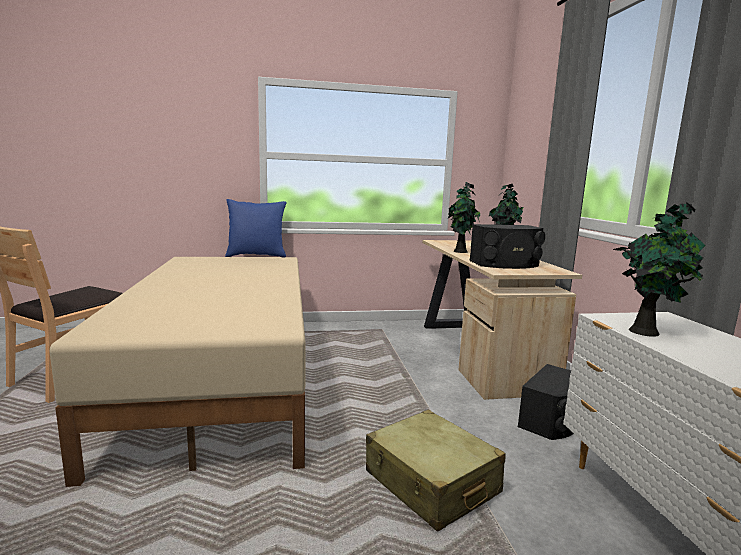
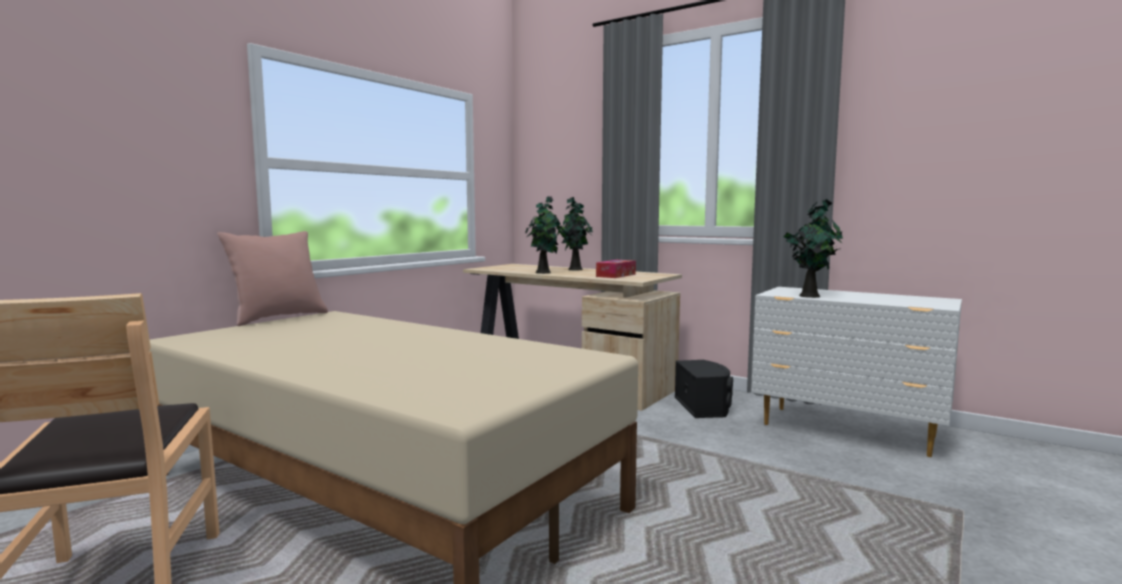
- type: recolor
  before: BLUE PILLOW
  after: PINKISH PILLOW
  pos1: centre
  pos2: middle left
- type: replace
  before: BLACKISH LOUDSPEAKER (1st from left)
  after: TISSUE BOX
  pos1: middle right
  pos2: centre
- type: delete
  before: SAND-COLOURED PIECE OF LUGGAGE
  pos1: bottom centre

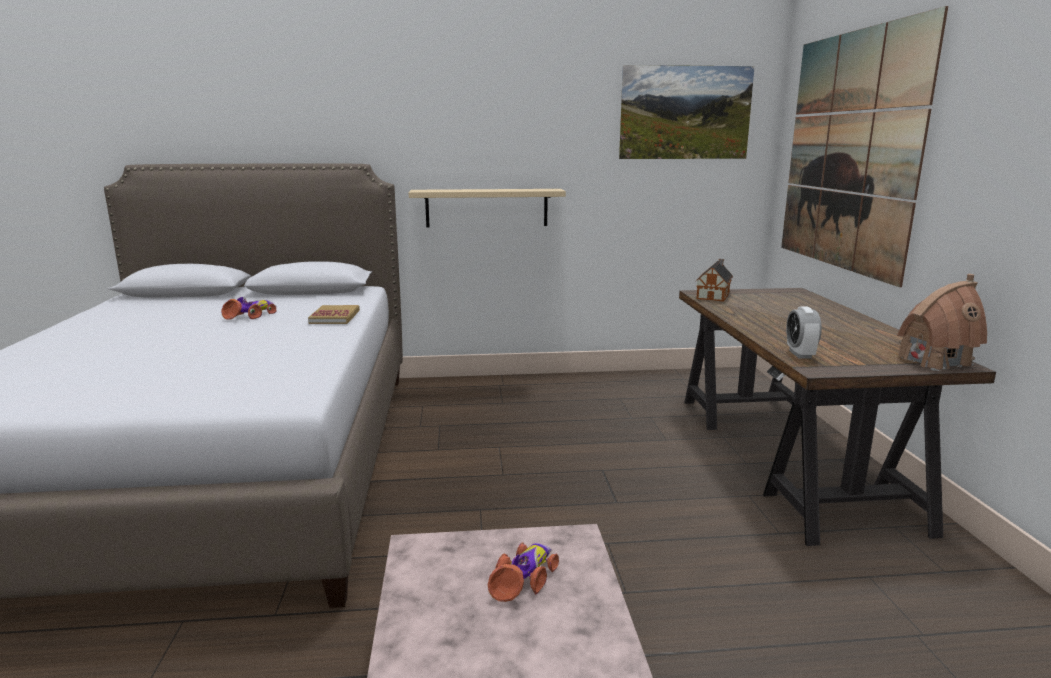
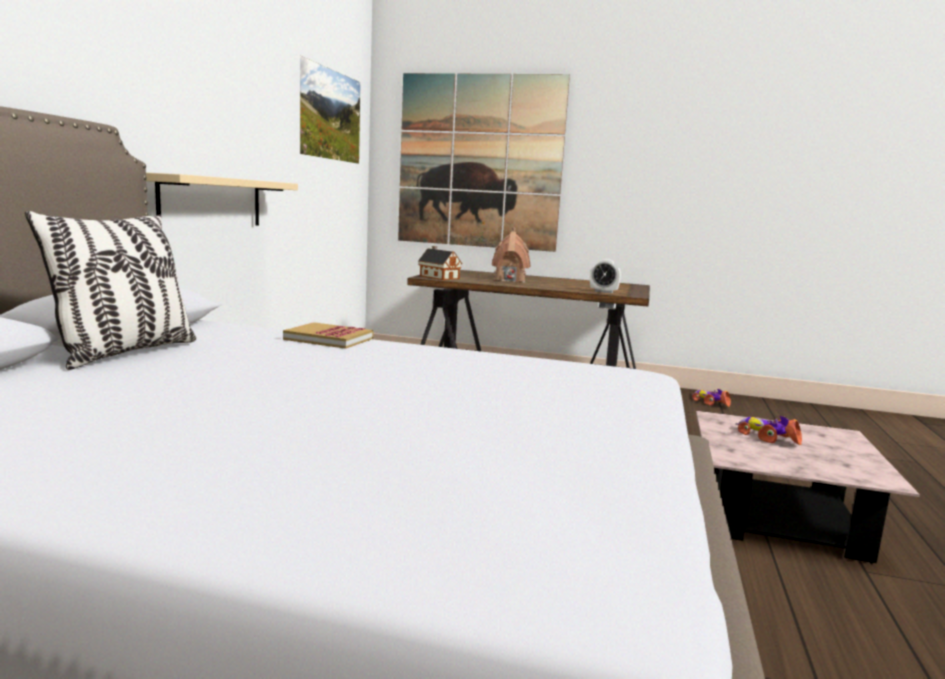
- type: move
  before: MODEL HOUSE (2nd from left)
  pos1: middle right
  pos2: centre
- type: move
  before: MINIATURE CAR (1st from left)
  pos1: middle left
  pos2: middle right
- type: insert
  after: PILLOW
  pos2: middle left

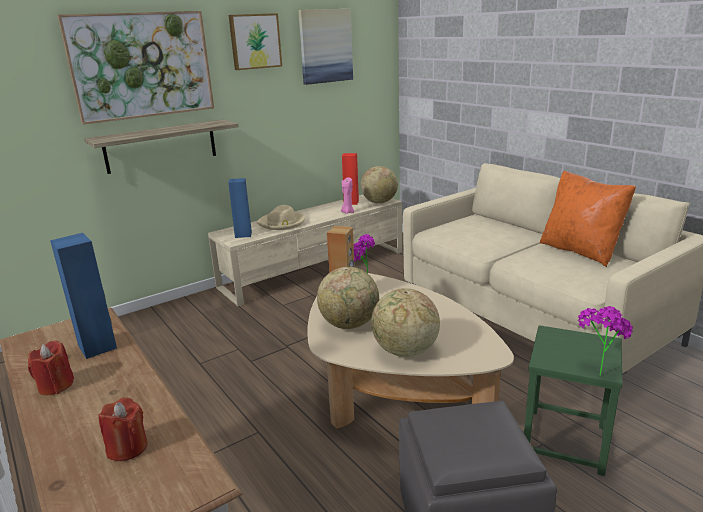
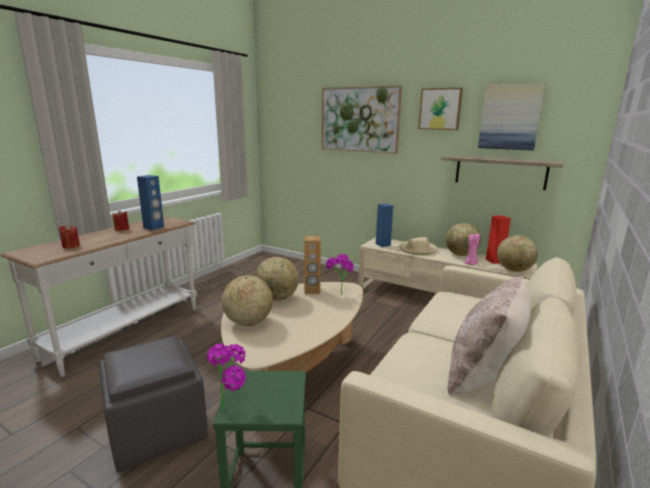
- type: move
  before: SHELF
  pos1: top left
  pos2: middle right
- type: recolor
  before: ORANGE PILLOW
  after: SAND-COLOURED PILLOW
  pos1: middle right
  pos2: bottom right
- type: insert
  after: WORLD GLOBE (3rd from left)
  pos2: middle right

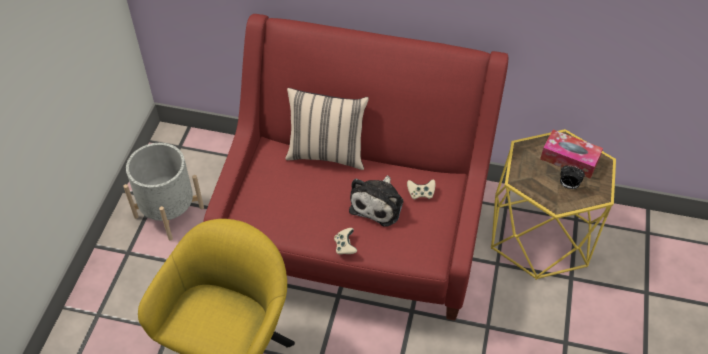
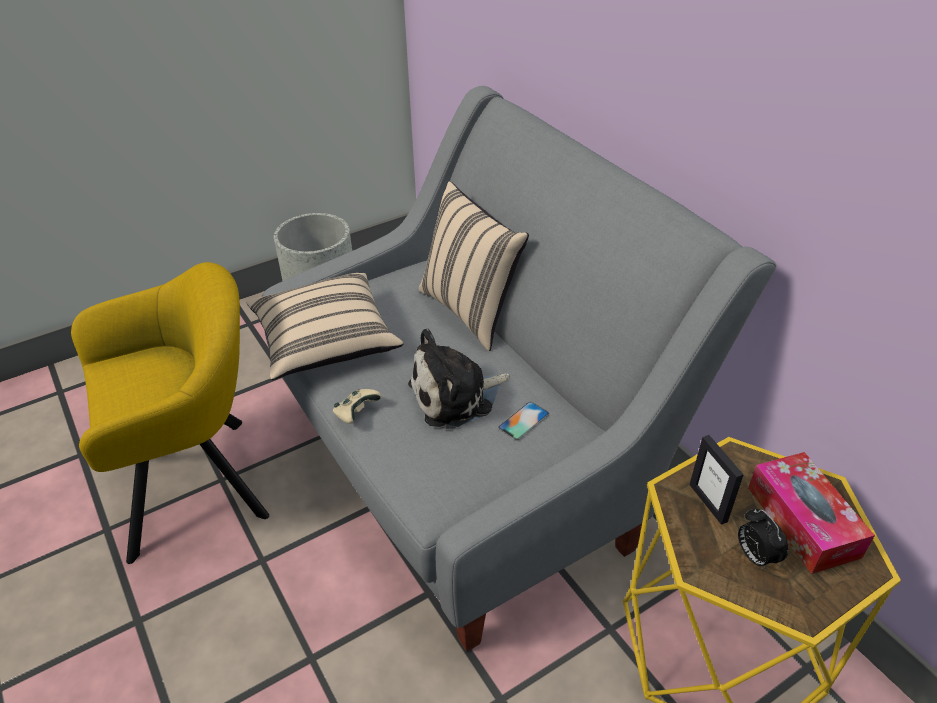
- type: recolor
  before: RED-COLOURED SOFA
  after: GRAY SOFA
  pos1: centre
  pos2: centre
- type: replace
  before: SAND-COLOURED GAMEPAD (2nd from left)
  after: TELEPHONE
  pos1: centre
  pos2: centre
- type: insert
  after: SAND-COLOURED PILLOW (1st from left)
  pos2: centre
- type: insert
  after: PICTURE FRAME
  pos2: bottom right

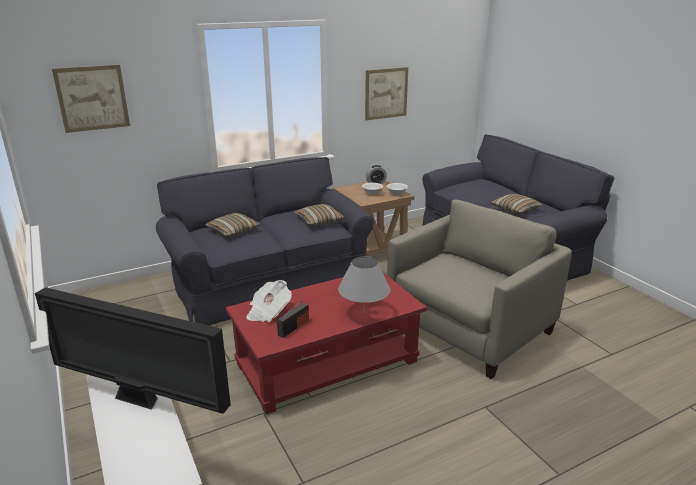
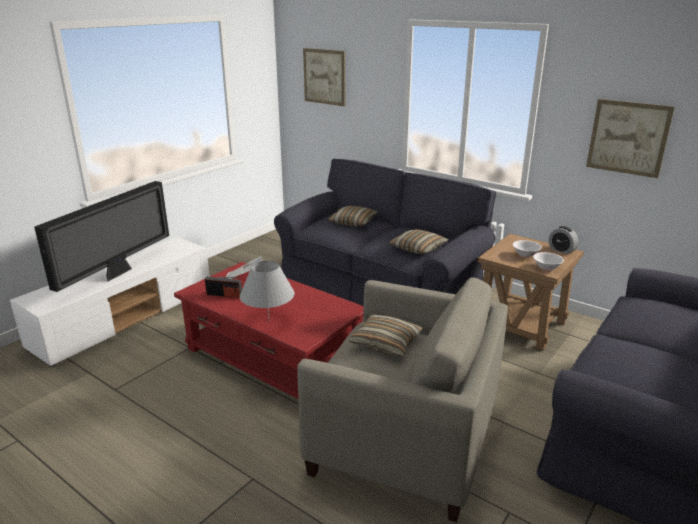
- type: move
  before: PILLOW (3rd from left in the first image)
  after: PILLOW (2nd from left)
  pos1: middle right
  pos2: centre
- type: rotate
  before: TELEVISION
  pos1: bottom left
  pos2: middle left
  turn: -150

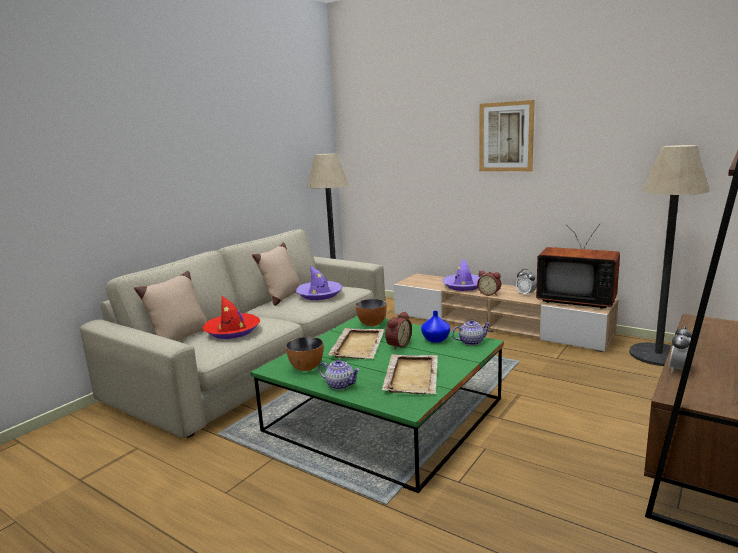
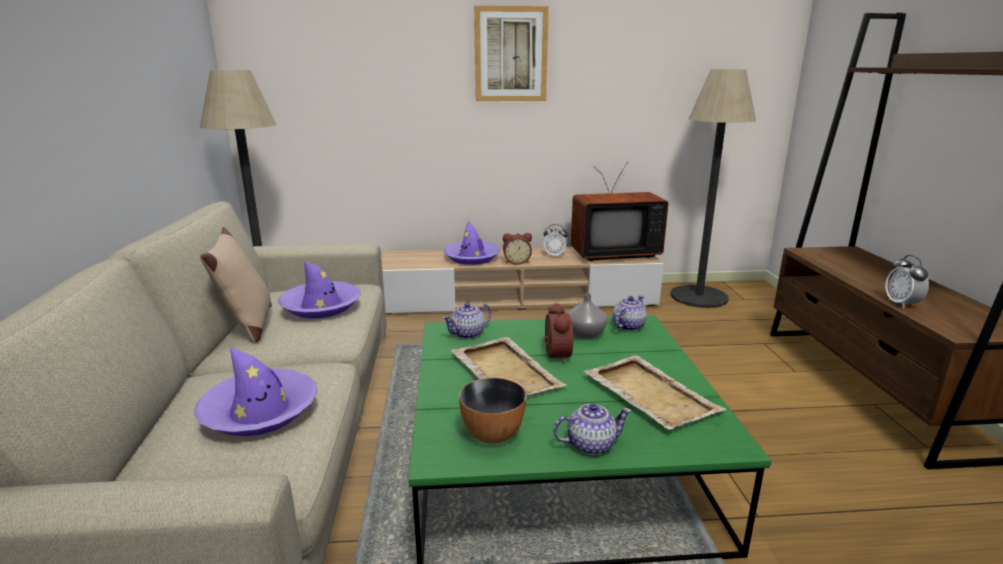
- type: delete
  before: SAND-COLOURED PILLOW (1st from left)
  pos1: middle left
- type: recolor
  before: RED-COLOURED HAT
  after: PURPLISH HAT (1st from left)
  pos1: middle left
  pos2: bottom left
- type: replace
  before: BOWL (2nd from left)
  after: POT FOR TEA (1st from left)
  pos1: centre
  pos2: centre
- type: recolor
  before: BLUE FLOWER VASE
  after: GRAY FLOWER VASE
  pos1: centre
  pos2: centre

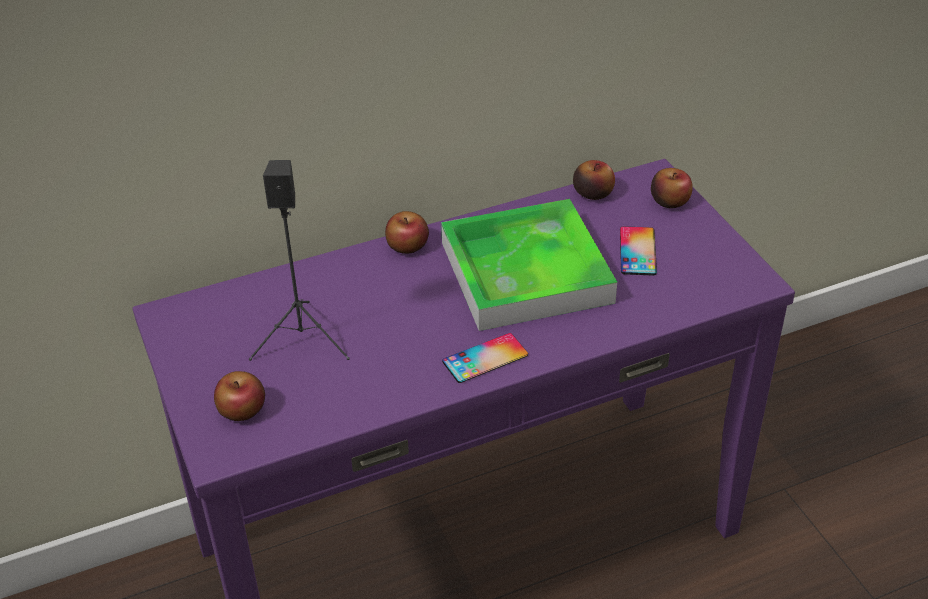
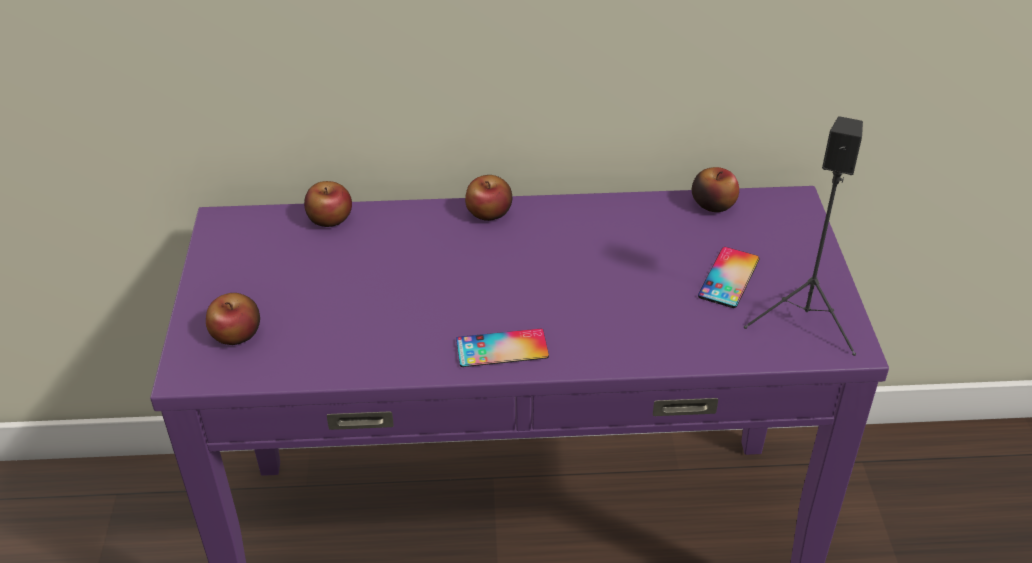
- type: move
  before: BLACKISH LOUDSPEAKER
  pos1: middle left
  pos2: middle right
- type: move
  before: WHOLE APPLE (4th from left in the first image)
  after: WHOLE APPLE (2nd from left)
  pos1: top right
  pos2: middle left
- type: delete
  before: TRAY
  pos1: centre

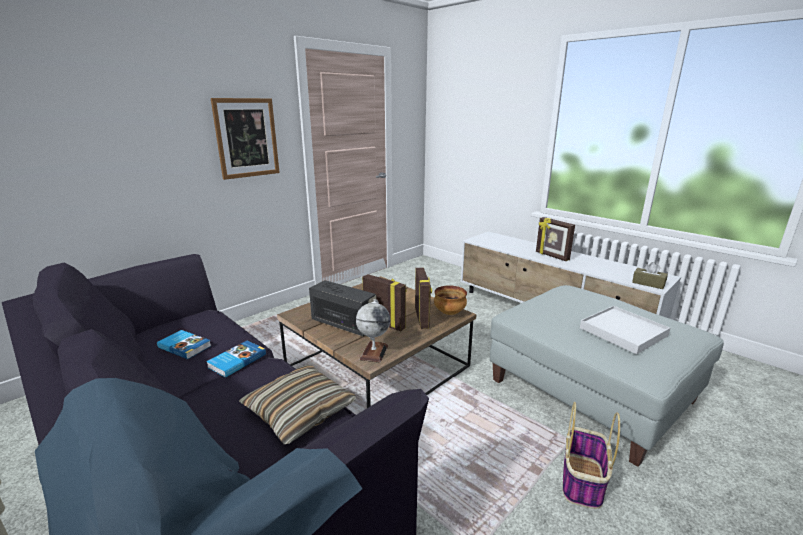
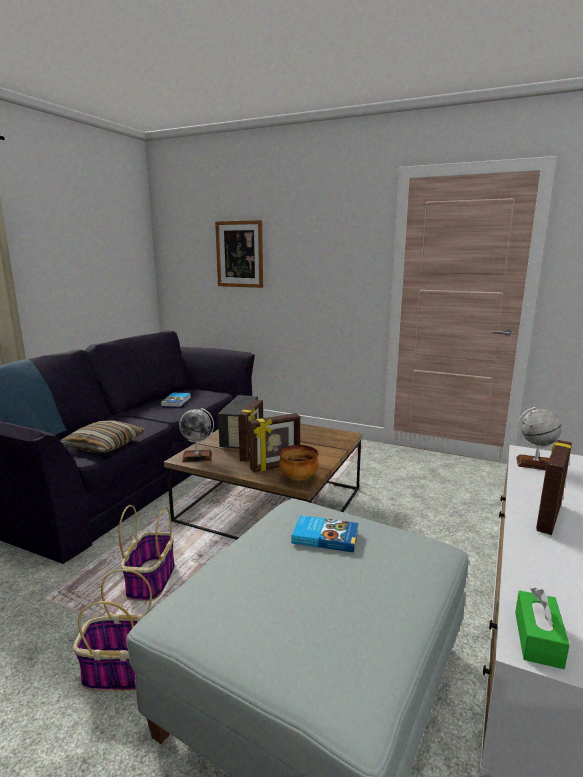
- type: move
  before: PICTURE
  pos1: top left
  pos2: top centre
- type: recolor
  before: BROWN TISSUE BOX
  after: GREEN TISSUE BOX
  pos1: middle right
  pos2: bottom right
- type: delete
  before: WHITISH TRAY
  pos1: middle right
- type: move
  before: VOLUME (2nd from left)
  pos1: bottom left
  pos2: bottom centre
- type: insert
  after: WORLD GLOBE (2nd from left)
  pos2: middle right
- type: insert
  after: HOUSEHOLD BASKET (2nd from left)
  pos2: bottom left

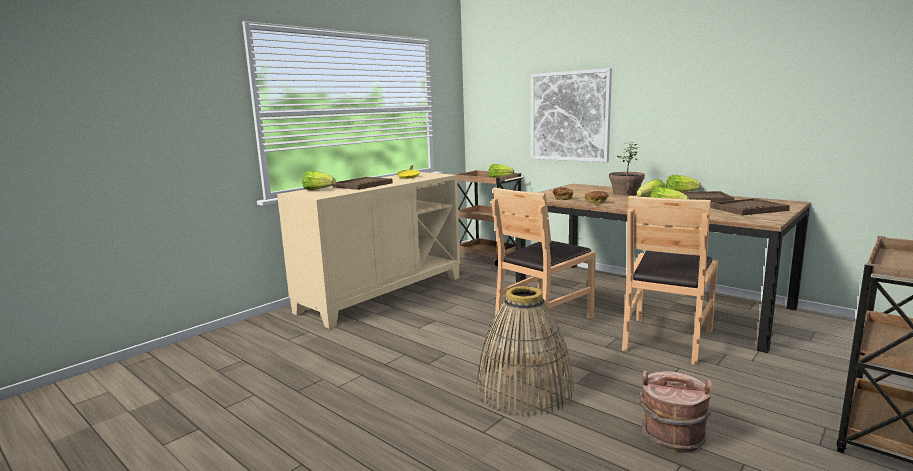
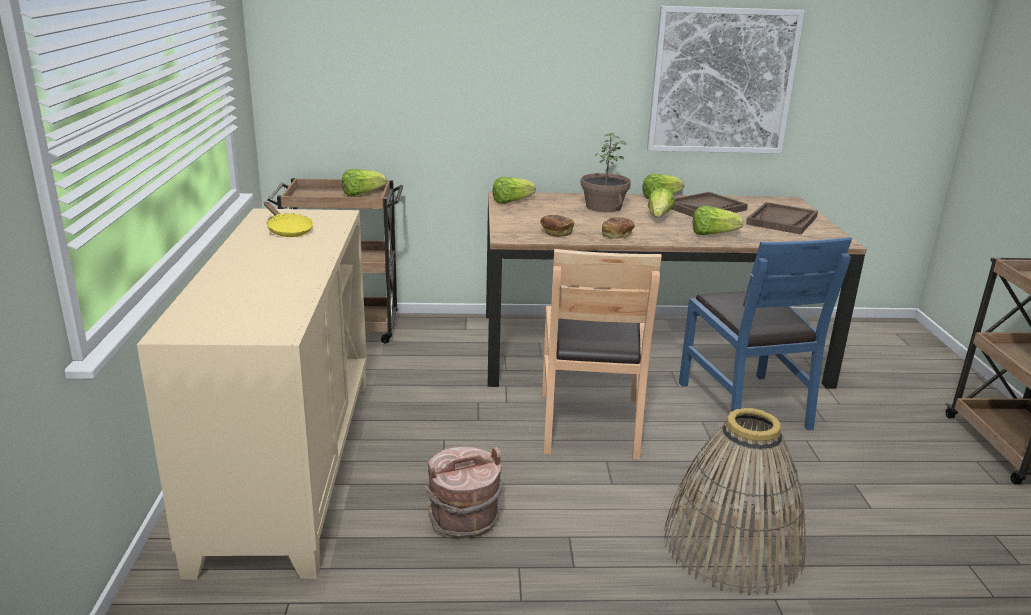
- type: move
  before: PICTURE
  pos1: top centre
  pos2: top right
- type: move
  before: HEAD OF LETTUCE (1st from left in the first image)
  after: HEAD OF LETTUCE (2nd from left)
  pos1: centre
  pos2: top centre
- type: delete
  before: BROWN TRAY (1st from left)
  pos1: centre
- type: recolor
  before: BROWN CHAIR (2nd from left)
  after: BLUE CHAIR
  pos1: middle right
  pos2: middle right
- type: move
  before: BROWN WATER BUCKET
  pos1: bottom right
  pos2: bottom centre

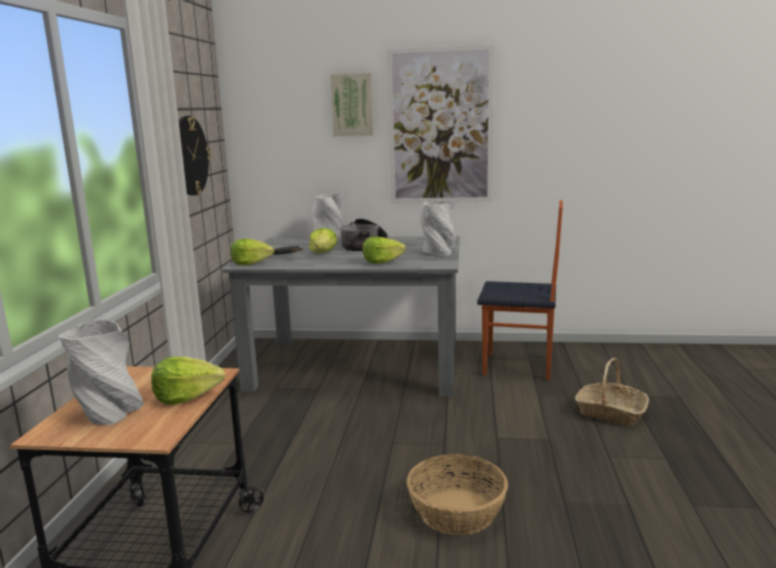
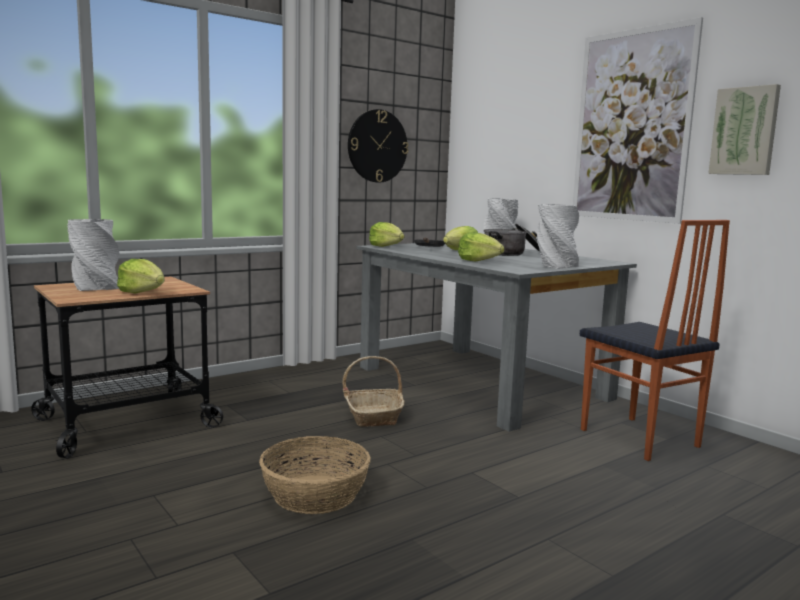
- type: move
  before: PICTURE (1st from left in the first image)
  after: PICTURE (2nd from left)
  pos1: top centre
  pos2: top right
- type: move
  before: HOUSEHOLD BASKET (2nd from left)
  pos1: bottom right
  pos2: centre

